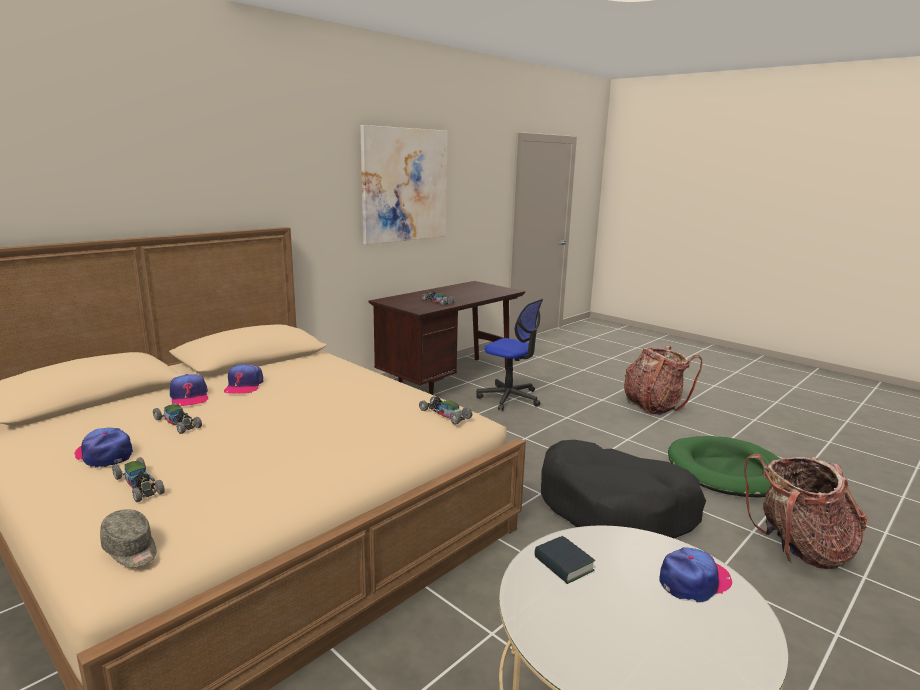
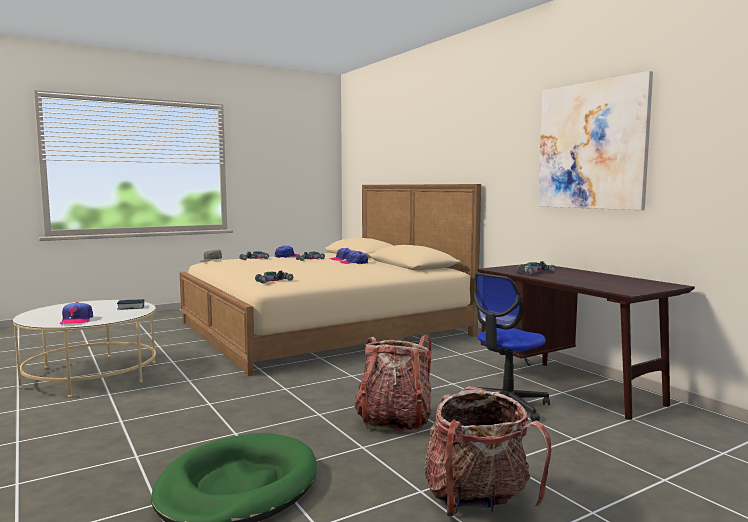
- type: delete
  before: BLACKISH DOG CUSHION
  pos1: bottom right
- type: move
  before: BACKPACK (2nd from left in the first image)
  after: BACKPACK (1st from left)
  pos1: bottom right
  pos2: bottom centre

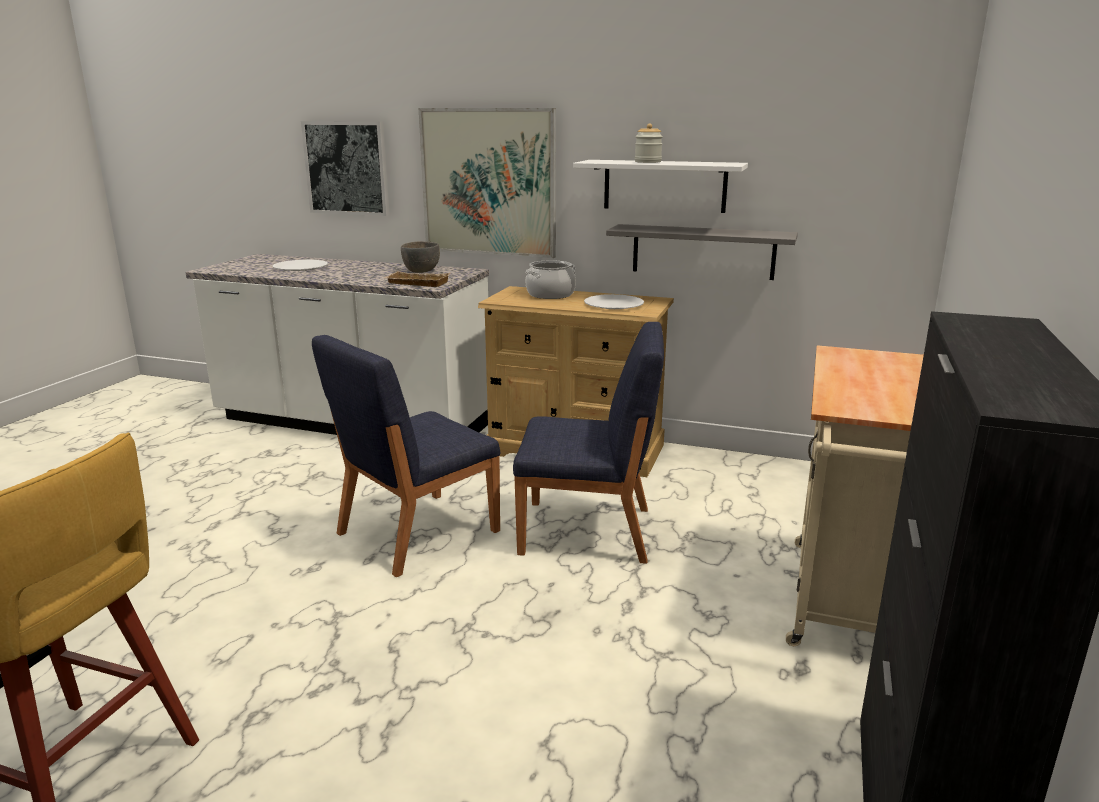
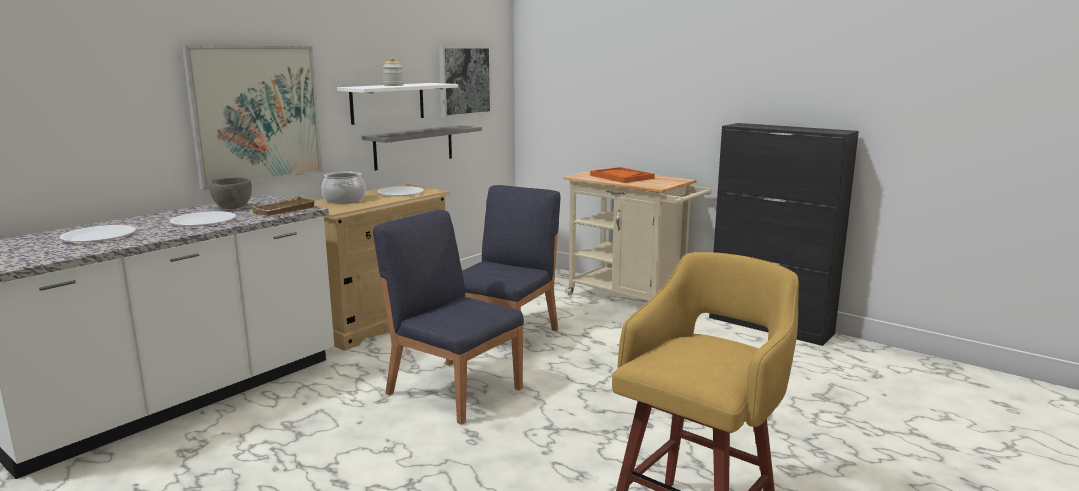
- type: move
  before: PICTURE (1st from left in the first image)
  after: PICTURE (2nd from left)
  pos1: top left
  pos2: top centre
- type: rotate
  before: BLUE CHAIR (1st from left)
  pos1: centre
  pos2: centre
  turn: 150
- type: insert
  after: ORANGE TRAY
  pos2: centre
- type: insert
  after: WHITISH PLATE (2nd from left)
  pos2: middle left

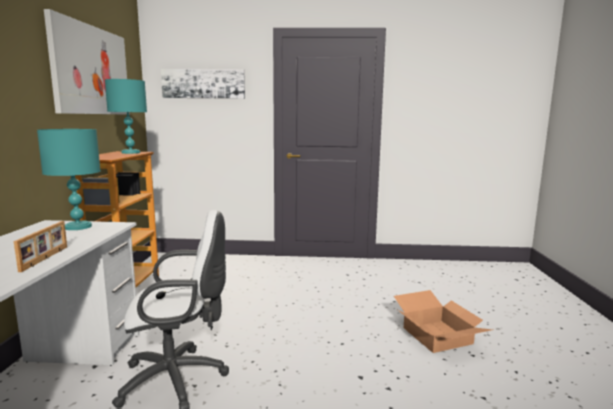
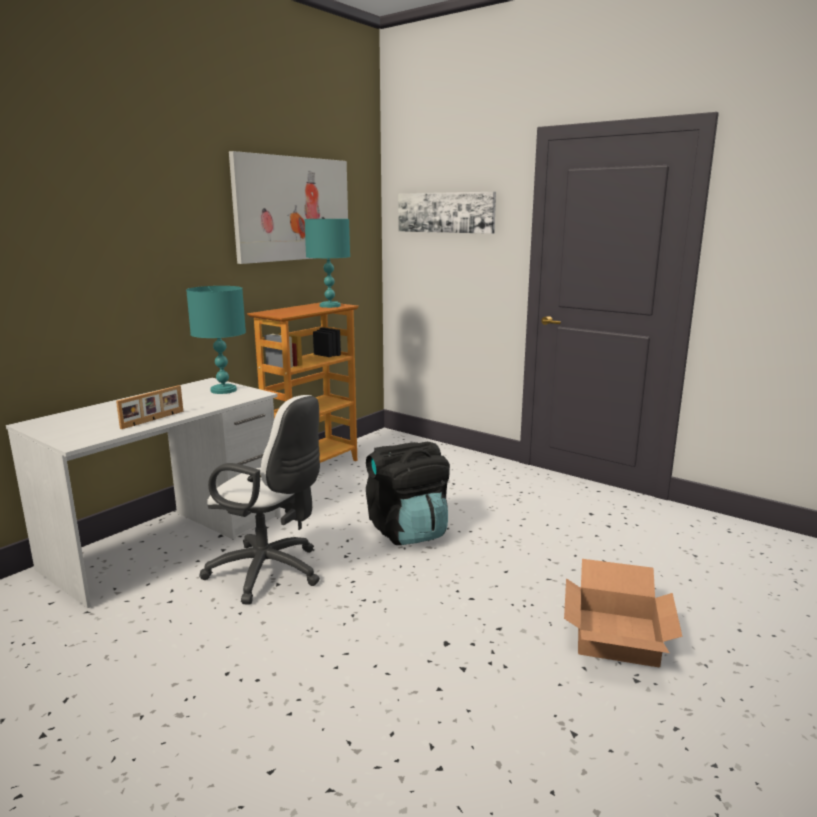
- type: insert
  after: BLACKISH BACKPACK
  pos2: centre

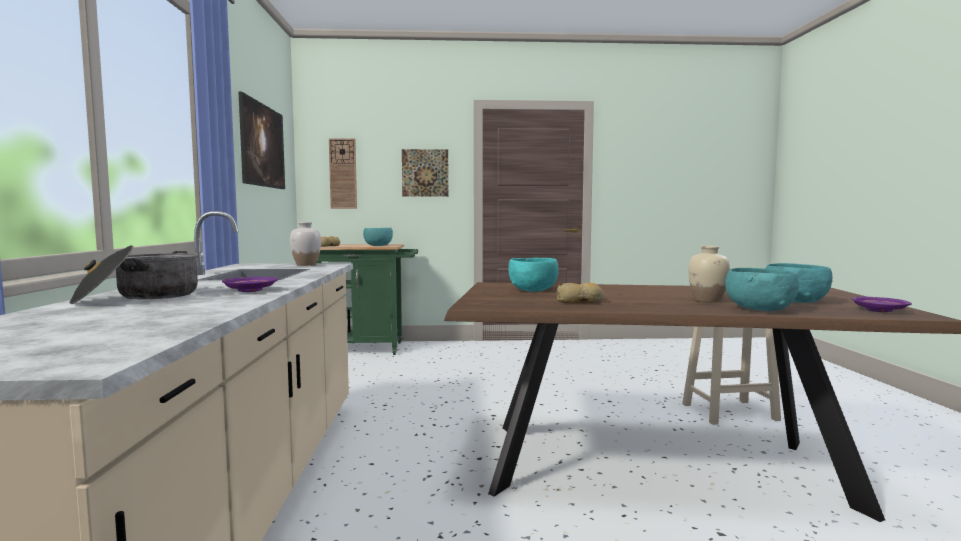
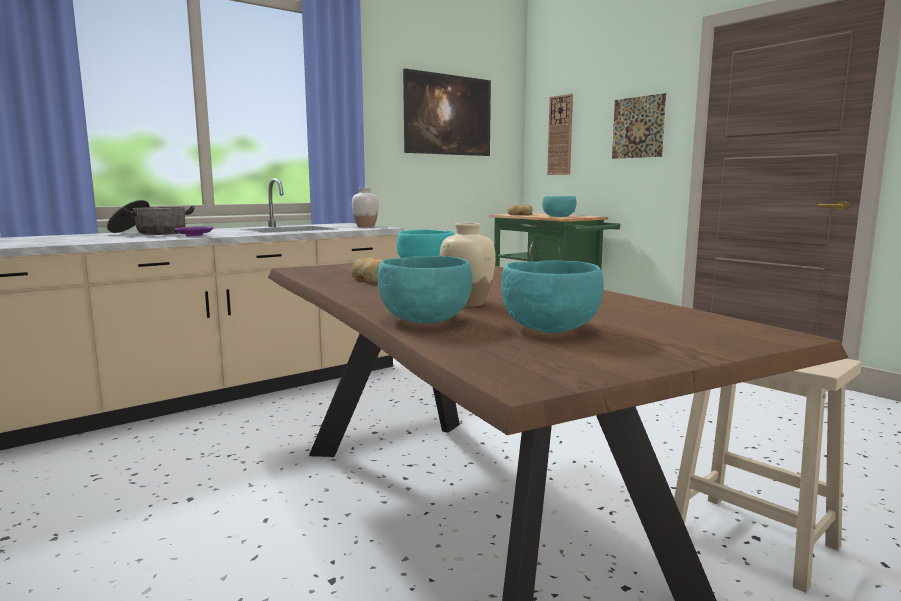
- type: delete
  before: PURPLISH PLATE (2nd from left)
  pos1: middle right

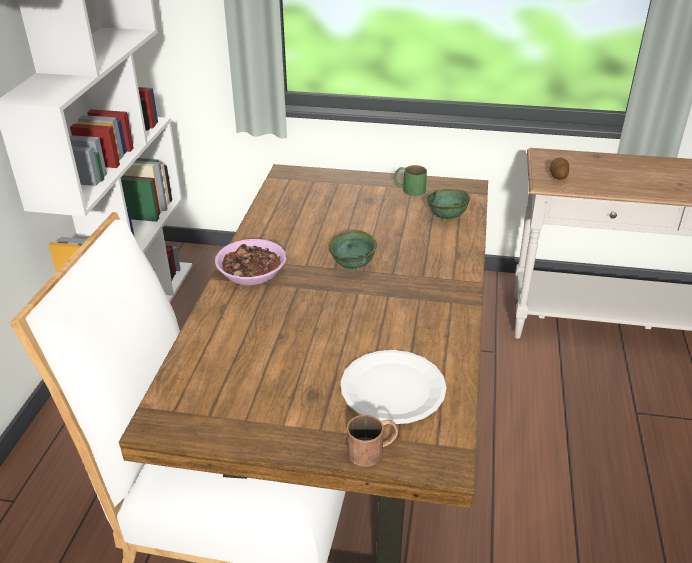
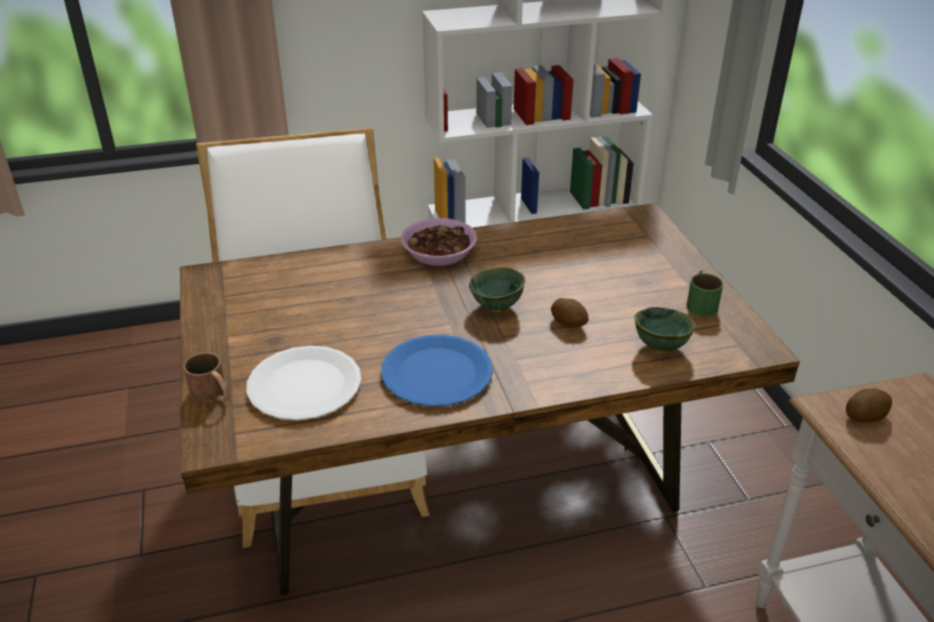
- type: insert
  after: WHOLE POTATO (1st from left)
  pos2: centre
- type: insert
  after: BLUE PLATE
  pos2: centre

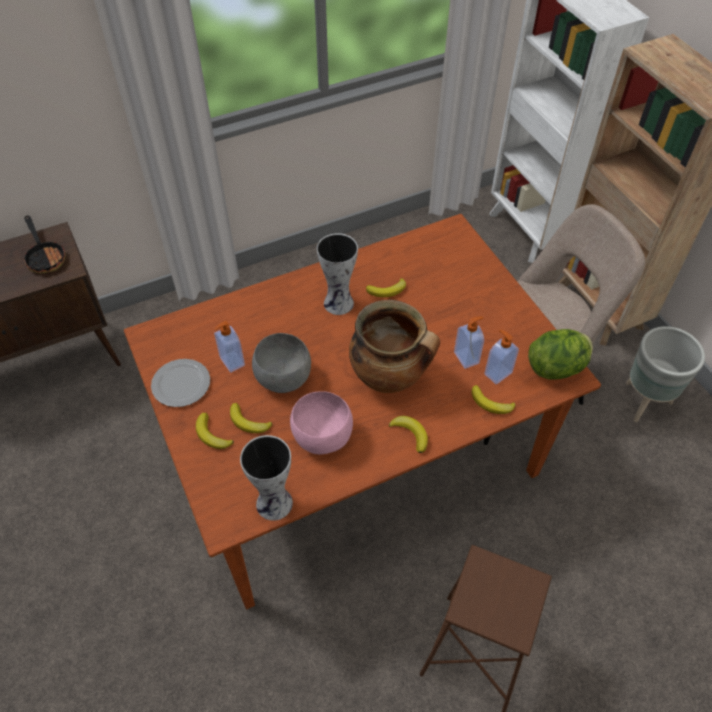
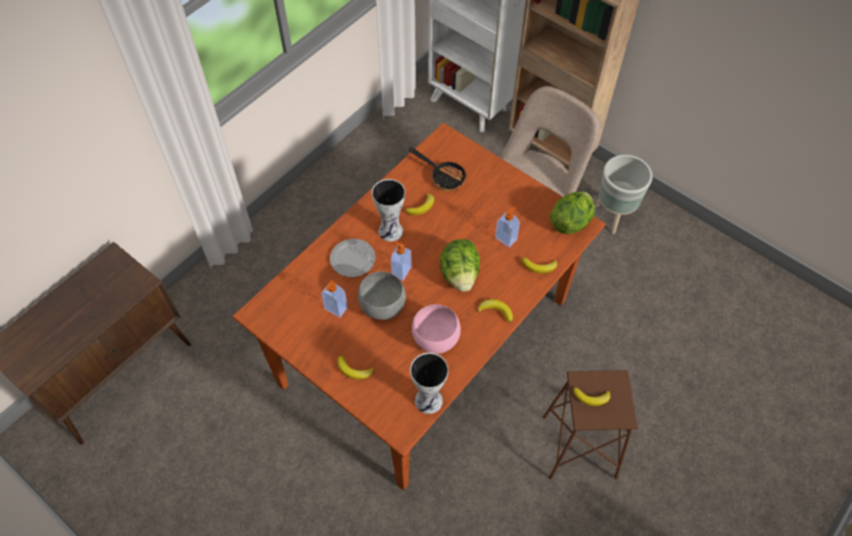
- type: move
  before: SKILLET
  pos1: middle left
  pos2: top centre
- type: replace
  before: COOKING POT
  after: HEAD OF LETTUCE (1st from left)
  pos1: centre
  pos2: centre
- type: move
  before: LIQUID SOAP BOTTLE (3rd from left in the first image)
  after: LIQUID SOAP BOTTLE (2nd from left)
  pos1: middle right
  pos2: centre
- type: move
  before: PLATE
  pos1: middle left
  pos2: centre
- type: move
  before: BANANA (2nd from left in the first image)
  after: BANANA (5th from left)
  pos1: centre
  pos2: bottom right

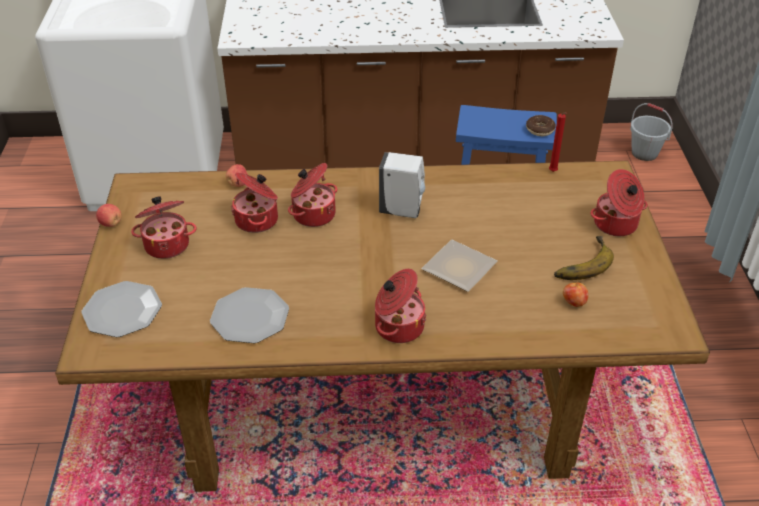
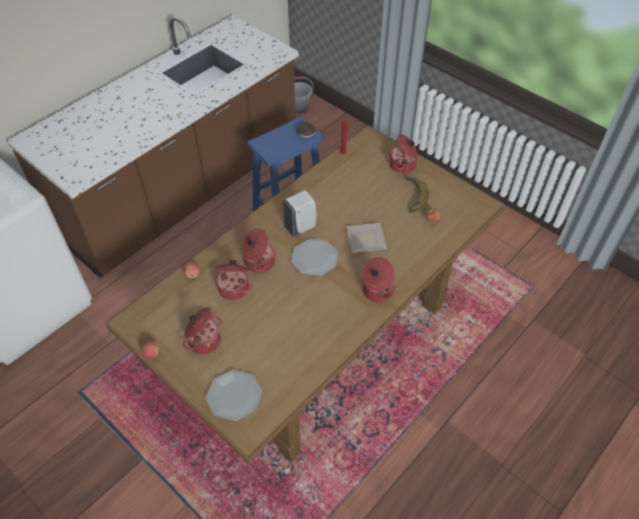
- type: move
  before: PLATE (2nd from left)
  pos1: middle left
  pos2: centre

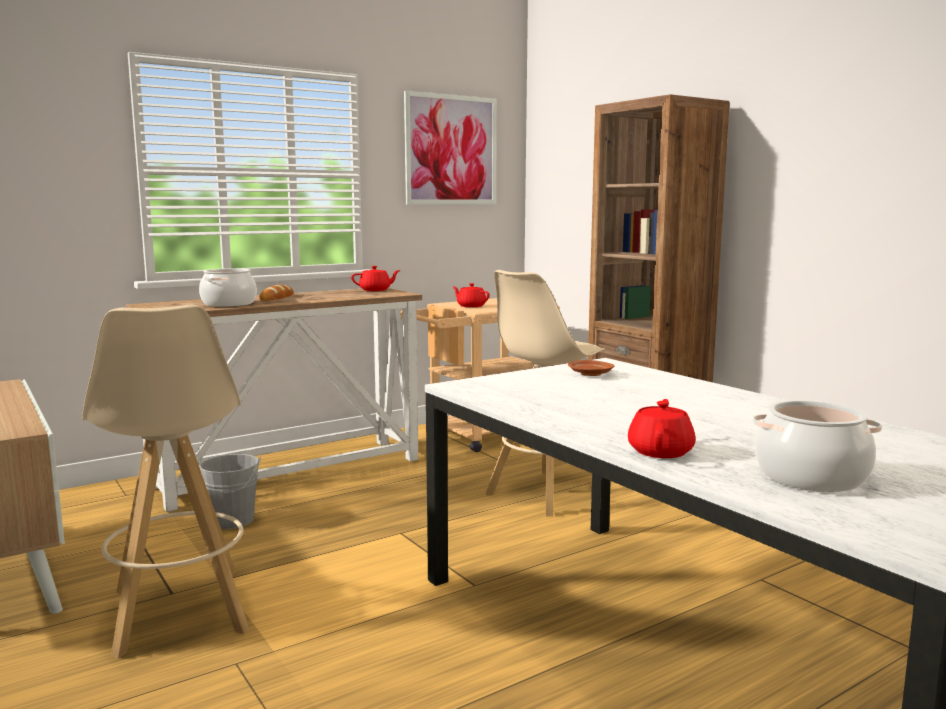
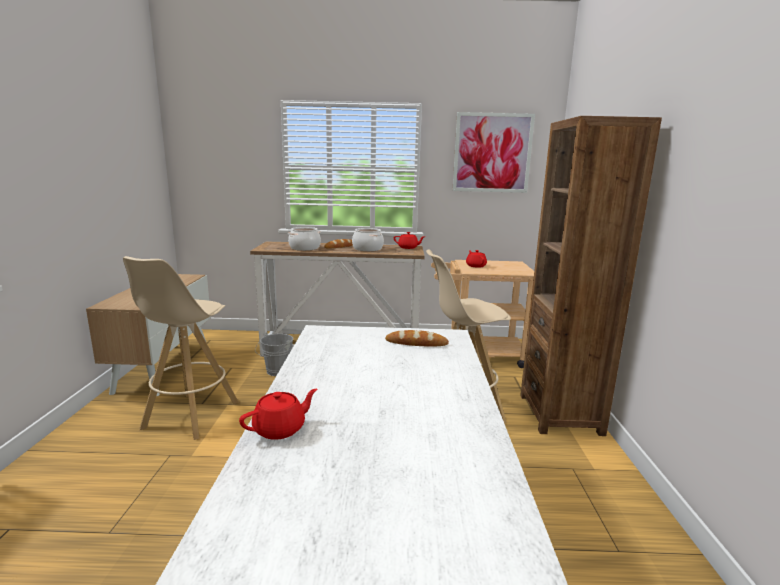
- type: replace
  before: BROWN PLATE
  after: BAKERY BREAD (2nd from left)
  pos1: centre
  pos2: centre
- type: move
  before: COOKING POT (2nd from left)
  pos1: middle right
  pos2: centre

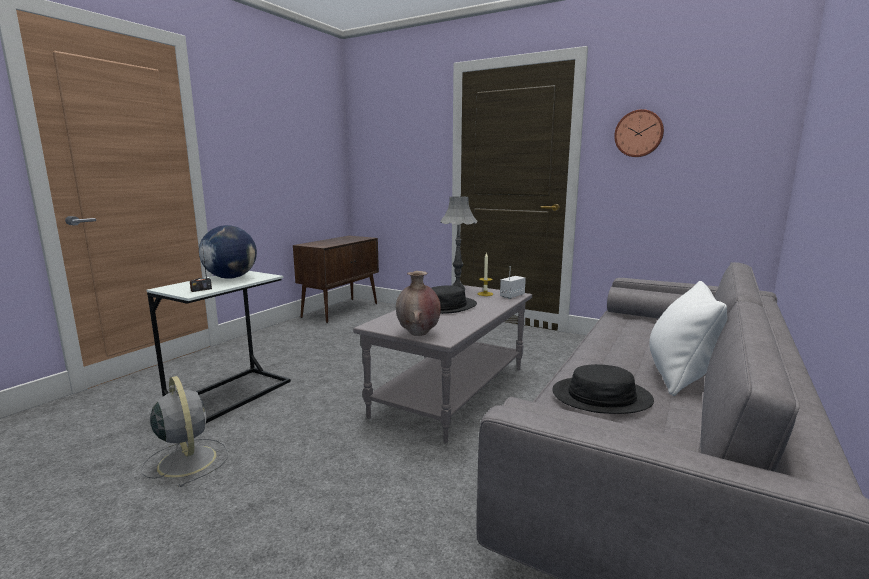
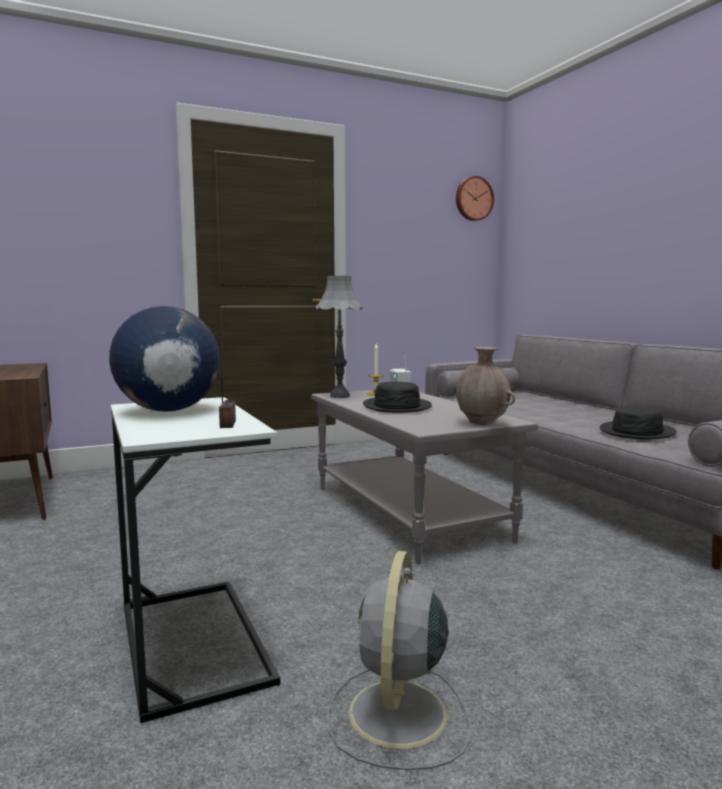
- type: move
  before: WALL CLOCK
  pos1: top right
  pos2: top centre
- type: delete
  before: WHITISH PILLOW
  pos1: middle right
- type: rotate
  before: GRAY COOLING FAN
  pos1: bottom left
  pos2: bottom centre
  turn: -75

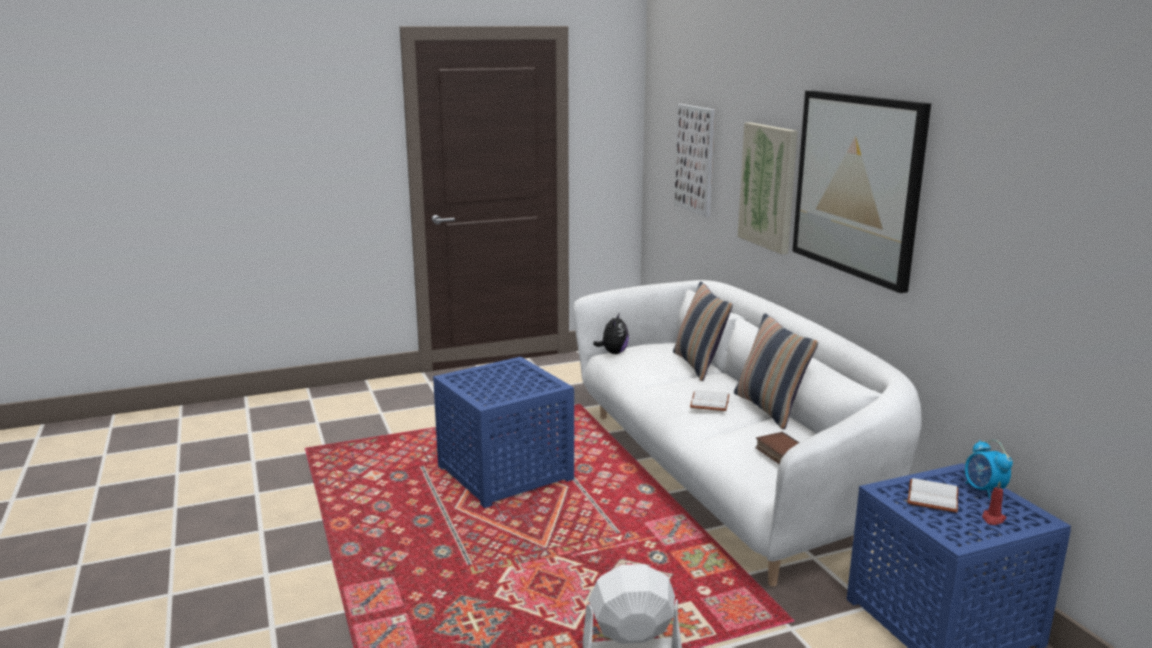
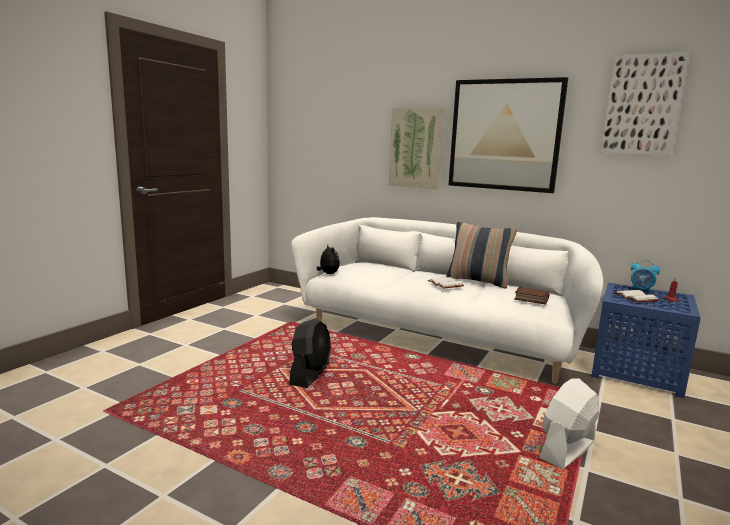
- type: move
  before: PICTURE (1st from left in the first image)
  after: PICTURE (3rd from left)
  pos1: top centre
  pos2: top right
- type: delete
  before: PILLOW (1st from left)
  pos1: centre
- type: replace
  before: BLUE ACCENT TABLE (1st from left)
  after: BLACKISH COOLING FAN
  pos1: bottom centre
  pos2: bottom centre

